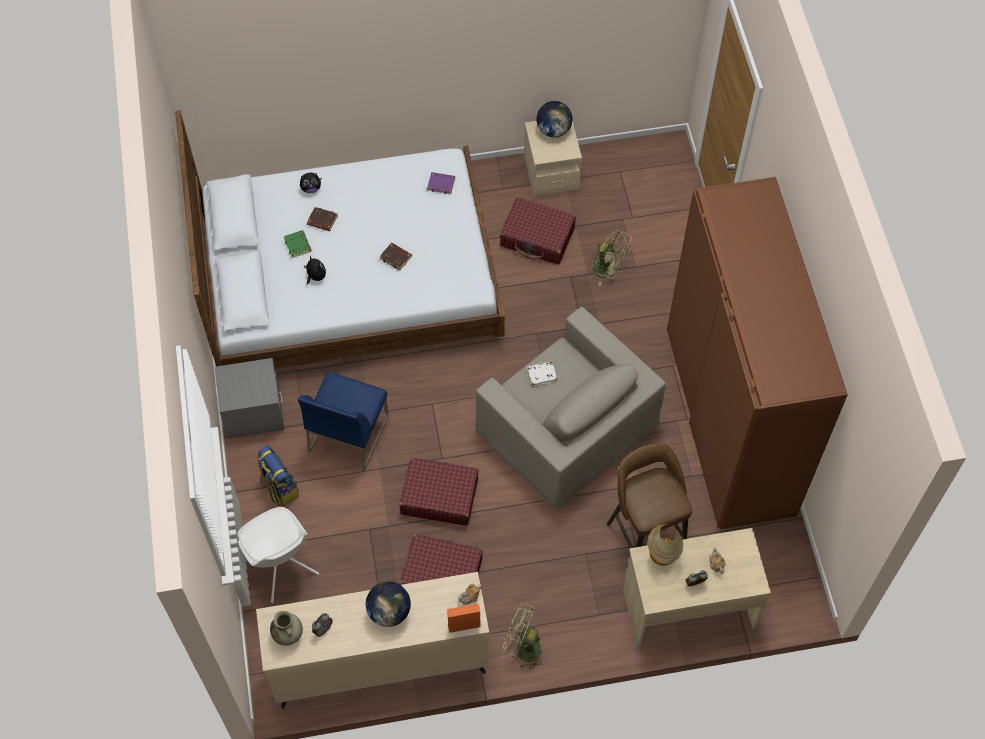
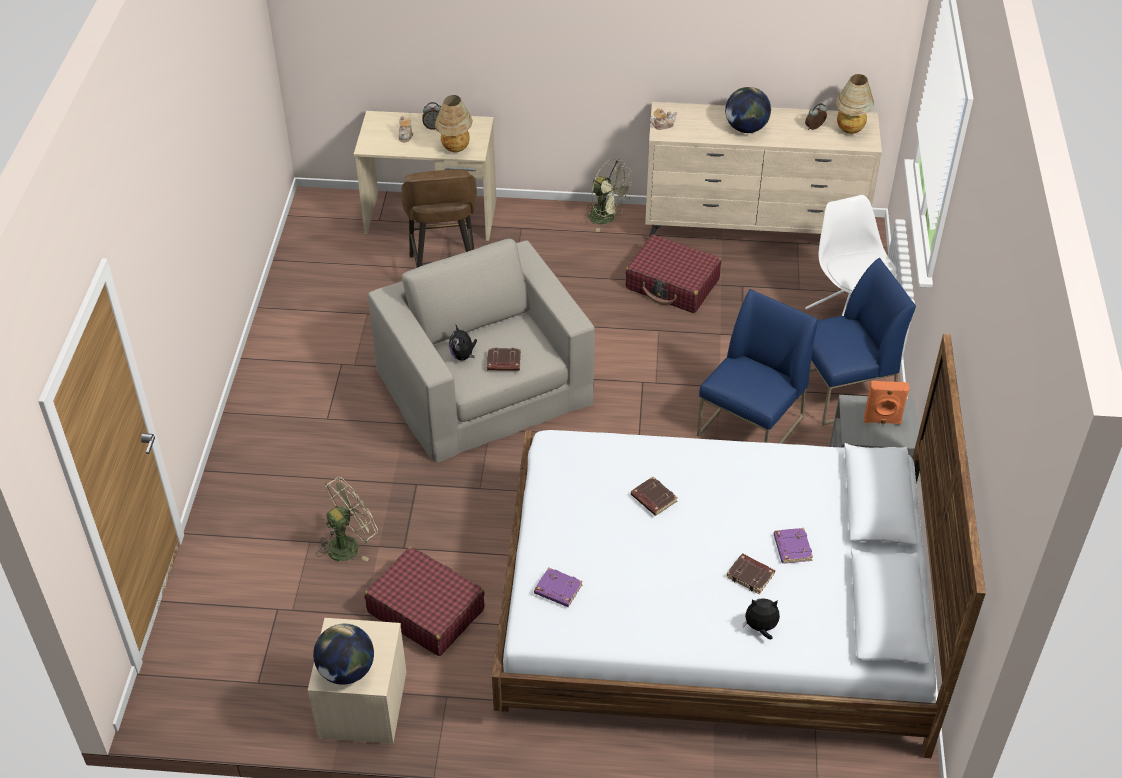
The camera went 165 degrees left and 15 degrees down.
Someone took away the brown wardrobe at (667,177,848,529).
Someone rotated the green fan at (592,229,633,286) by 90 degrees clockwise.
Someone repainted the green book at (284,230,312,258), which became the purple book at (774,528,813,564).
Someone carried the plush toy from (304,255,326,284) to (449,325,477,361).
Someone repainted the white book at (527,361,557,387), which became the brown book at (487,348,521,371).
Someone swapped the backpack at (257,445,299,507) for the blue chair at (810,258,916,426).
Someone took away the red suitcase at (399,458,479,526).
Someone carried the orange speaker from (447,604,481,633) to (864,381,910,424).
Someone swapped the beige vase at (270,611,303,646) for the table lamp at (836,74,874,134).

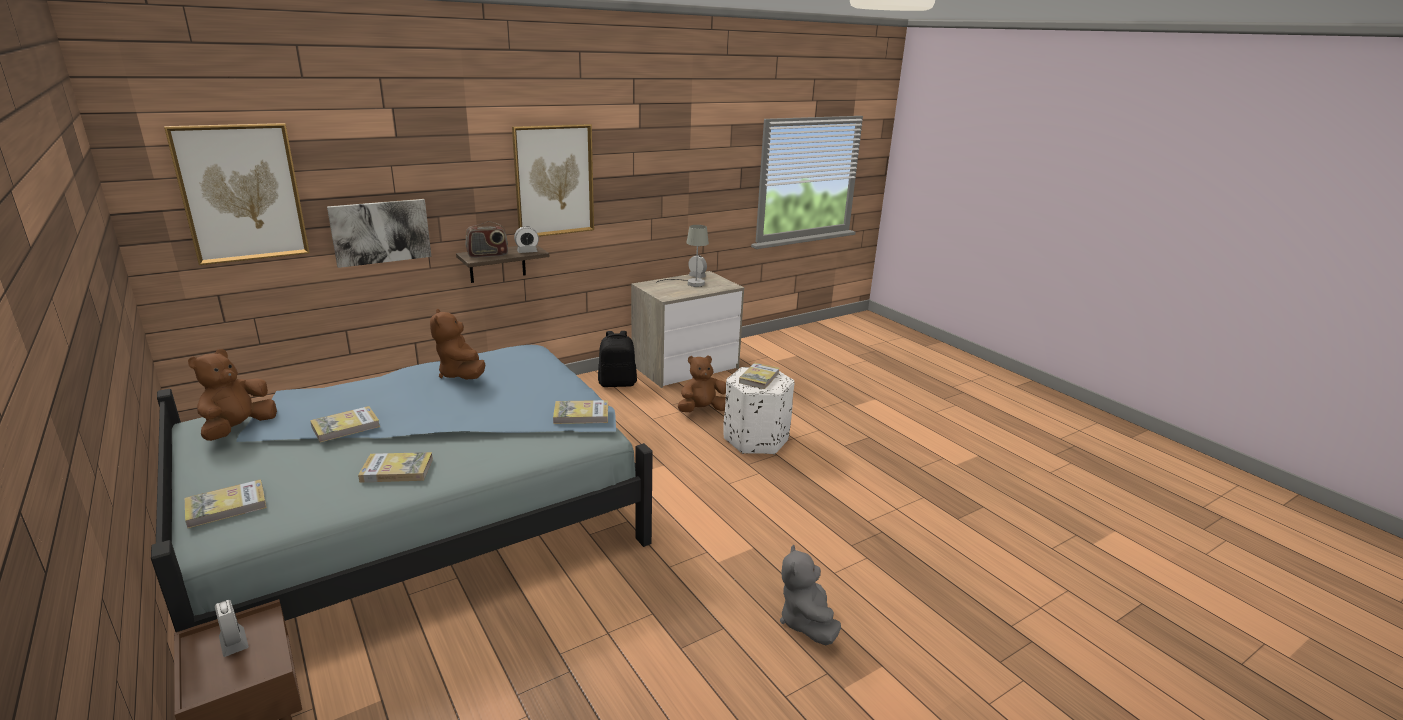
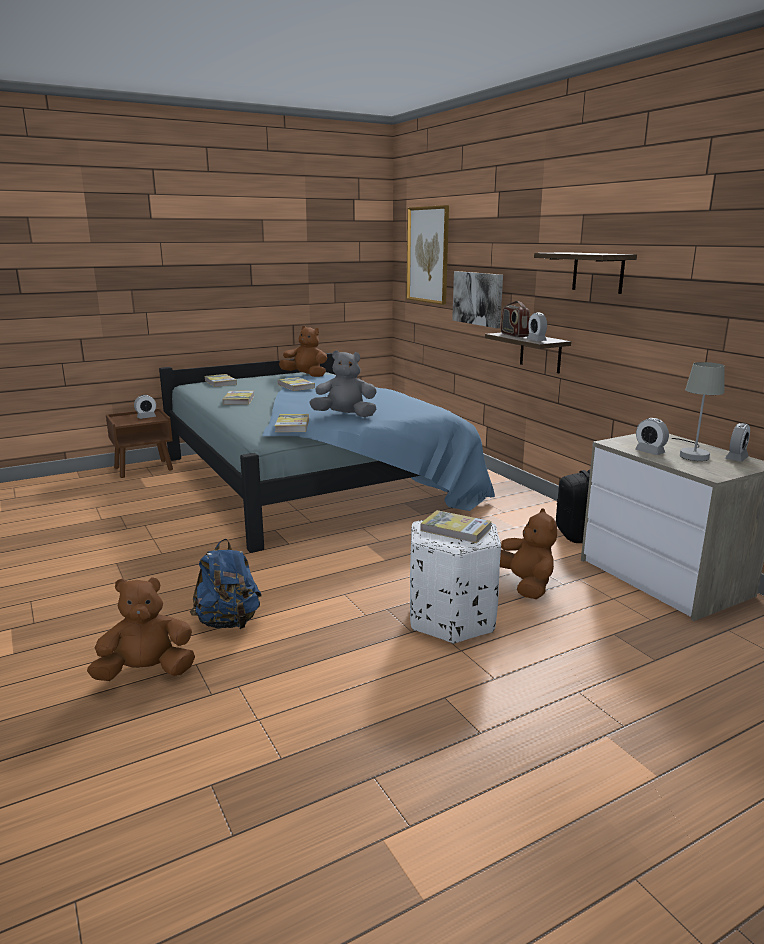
The camera went 95 degrees right and 5 degrees down.
Someone swapped the picture at (512,124,594,237) for the shelf at (534,252,637,294).
Someone carried the brown plush toy from (430,309,485,380) to (87,577,195,681).
Someone carried the grey plush toy from (780,544,841,645) to (309,350,377,417).
Someone put down the alarm clock at (635,418,669,455).
Someone put down the blue backpack at (190,539,262,629).

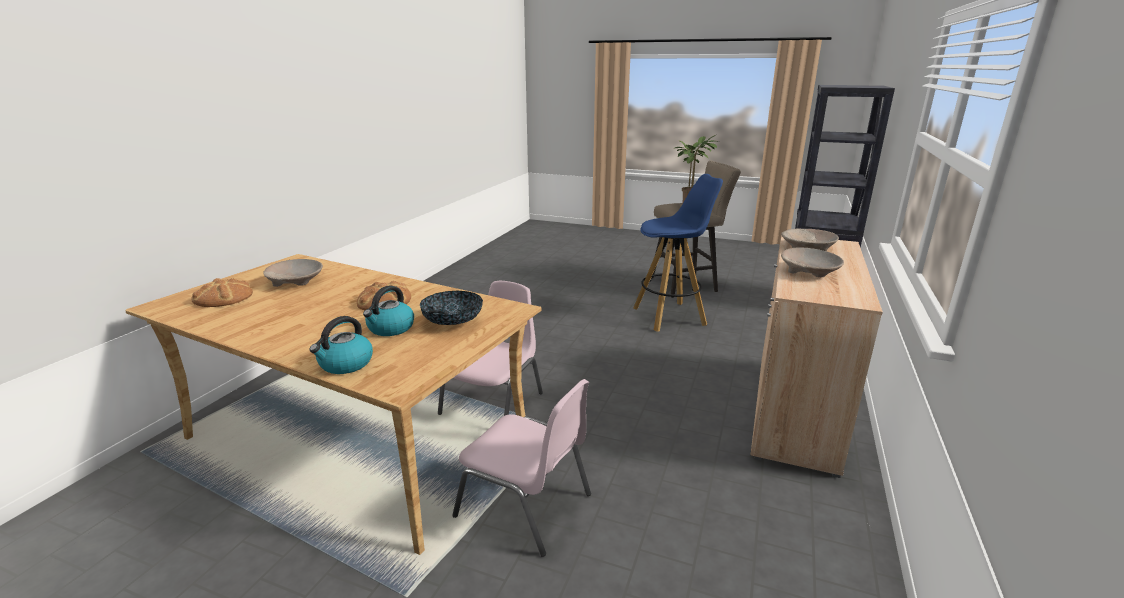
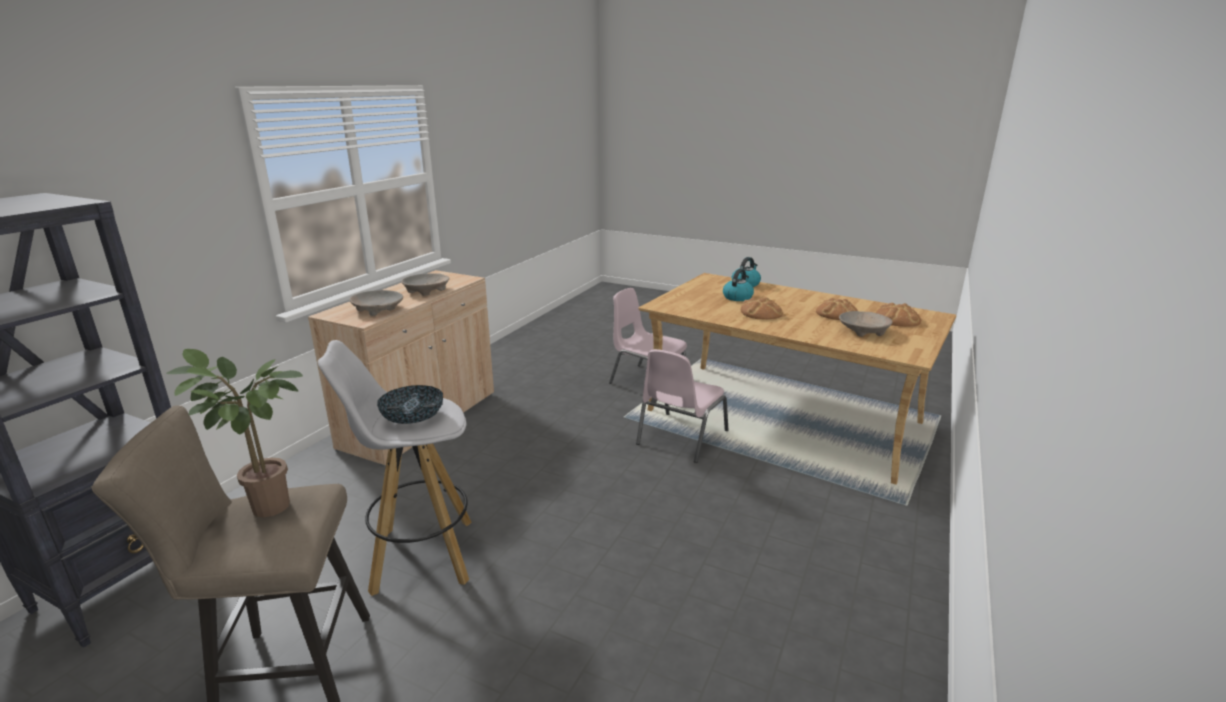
The camera went 175 degrees left and 0 degrees up.
Someone repainted the blue stool at (633,174,723,332), which became the white stool at (318,340,472,596).
Someone carried the bowl from (420,291,483,325) to (377,385,443,424).
Someone put down the bread at (816,298,858,320).

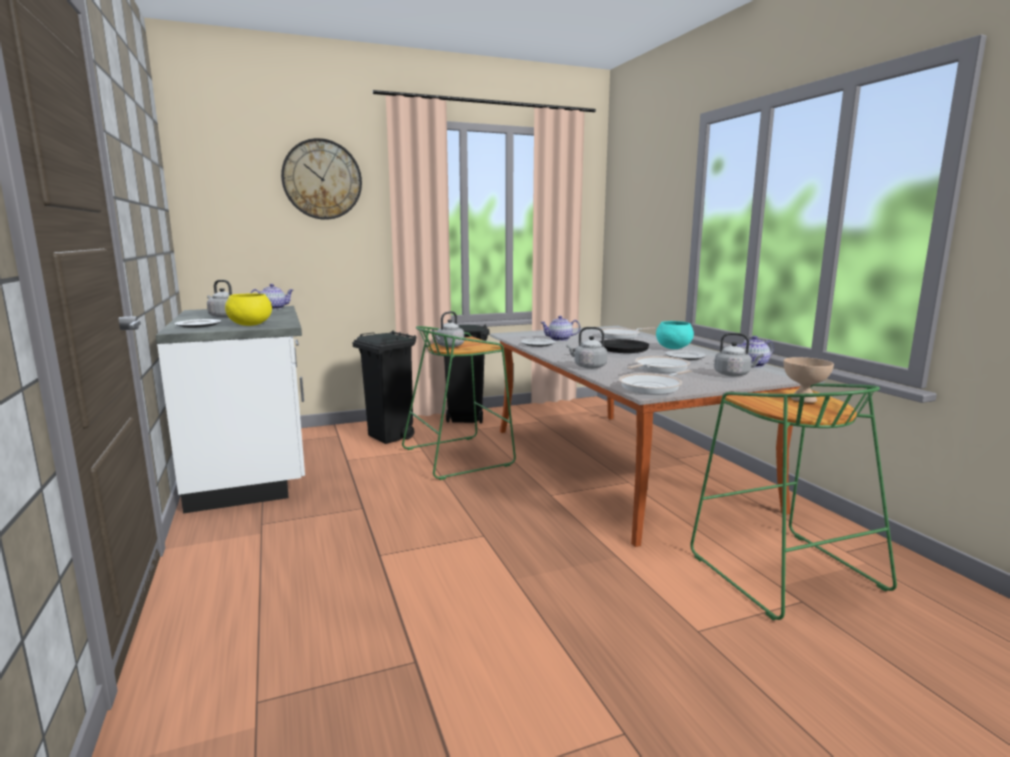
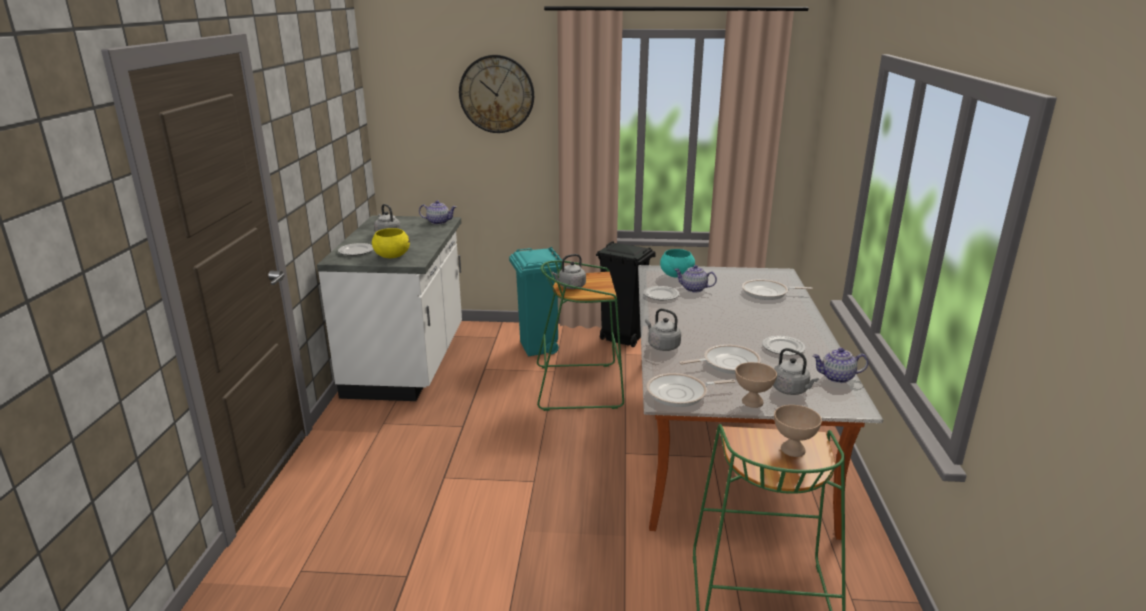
The camera went 25 degrees right and 10 degrees up.
Someone carried the turquoise bowl from (656,321,694,349) to (660,249,695,278).
Someone repainted the black trash can at (352,331,417,444), which became the turquoise trash can at (509,247,562,356).
Someone took away the black frying pan at (569,339,649,353).
Someone put down the beige bowl at (735,362,777,408).

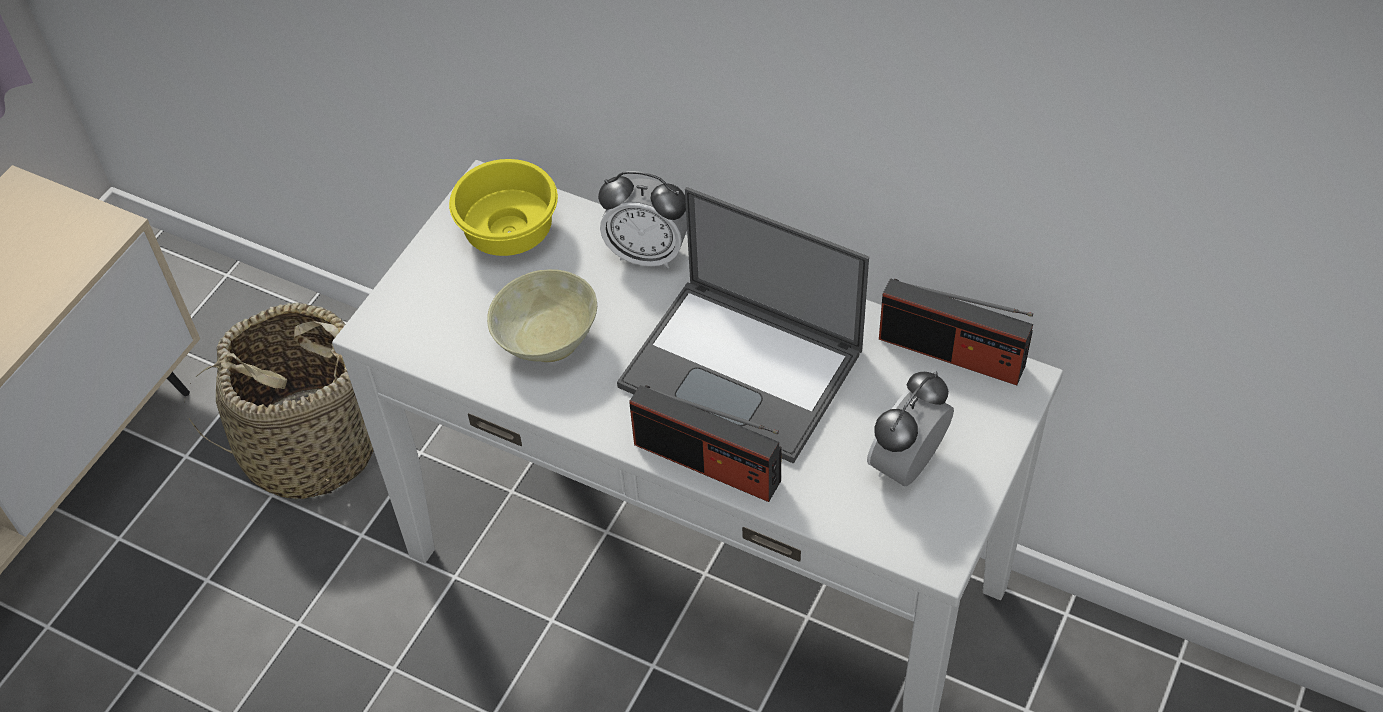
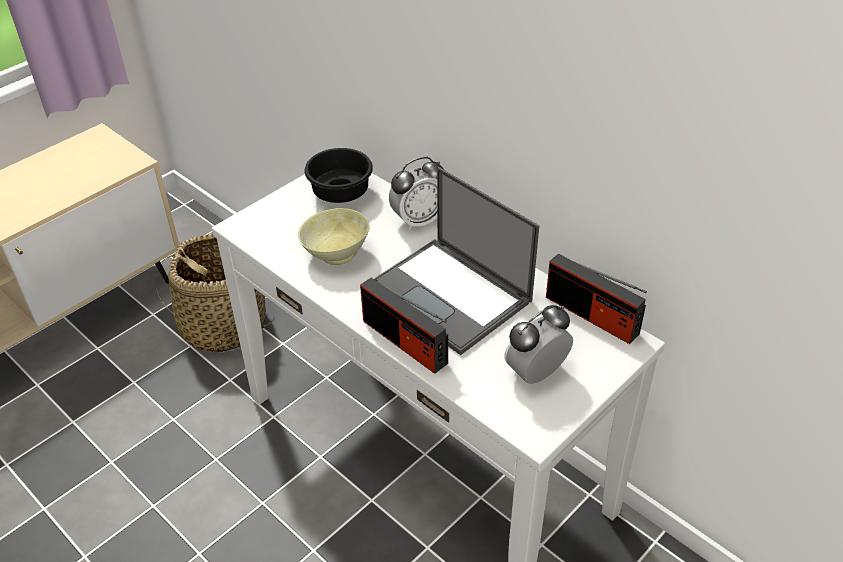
The camera went 15 degrees right and 10 degrees down.
Someone repainted the yellow bowl at (449,159,558,256), which became the black bowl at (304,148,373,203).
Someone rotated the alarm clock at (598,171,687,268) by 60 degrees counterclockwise.

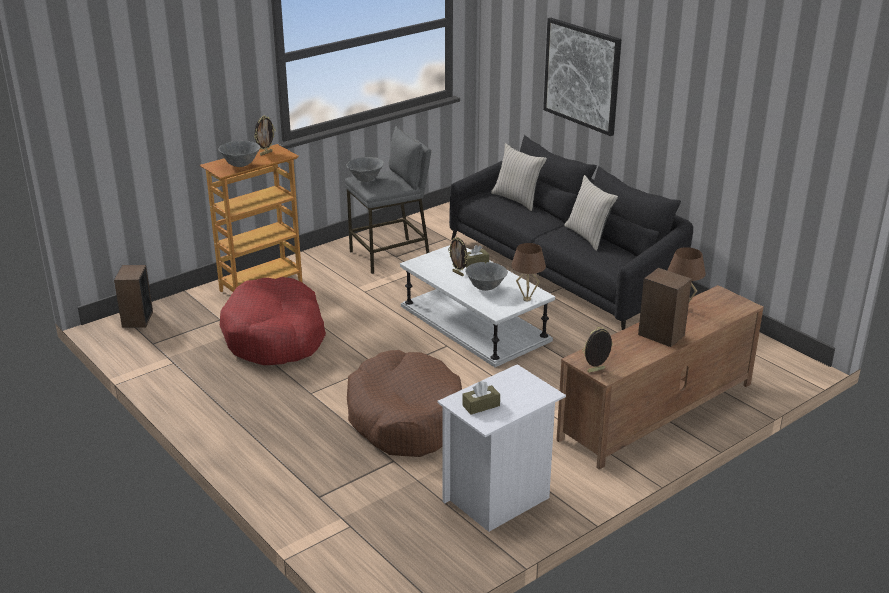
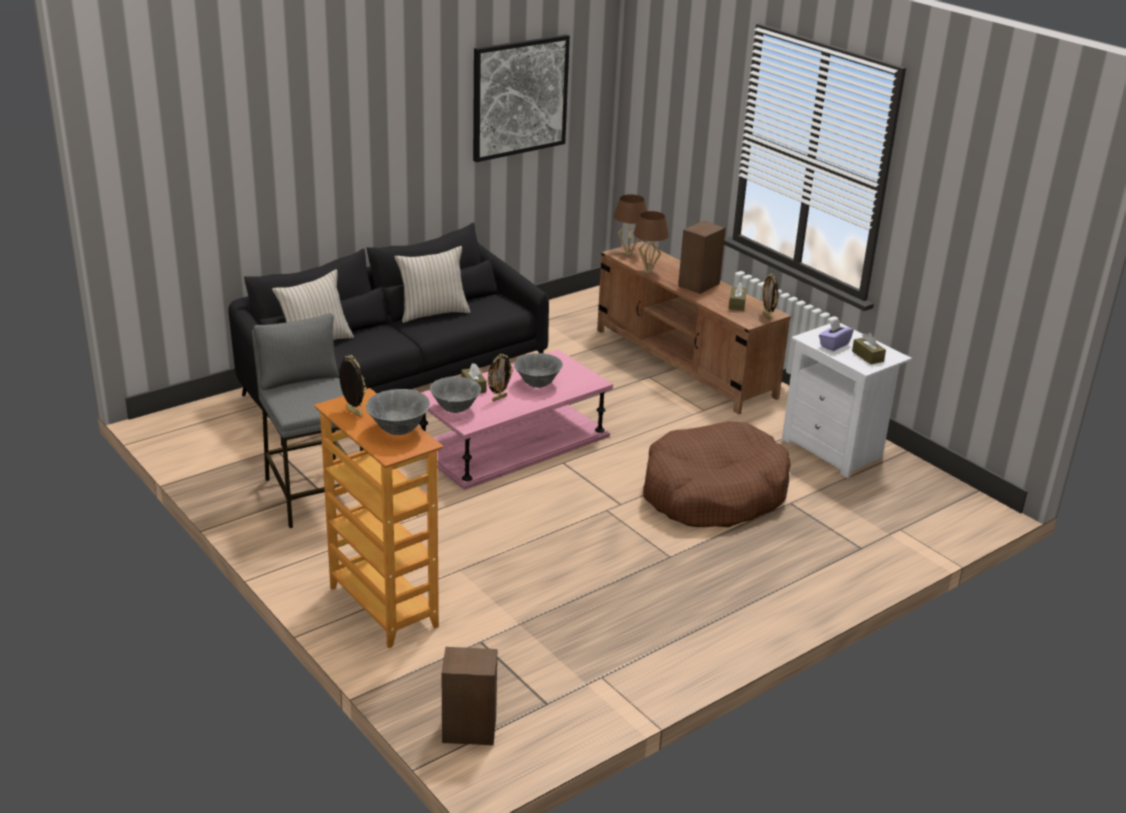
The camera went 90 degrees left and 0 degrees up.
Someone carried the picture from (543,18,621,136) to (473,34,570,162).
Someone carried the grey bowl from (346,157,384,182) to (430,376,481,413).
Someone carried the brown table lamp from (511,243,546,301) to (614,194,647,255).
Someone repainted the white coffee table at (400,245,555,367), which became the pink coffee table at (419,350,613,490).
Someone took away the red dog bed at (220,277,326,365).
Someone put down the brown tissue box at (729,282,747,311).
Someone put down the purple tissue box at (819,320,854,351).

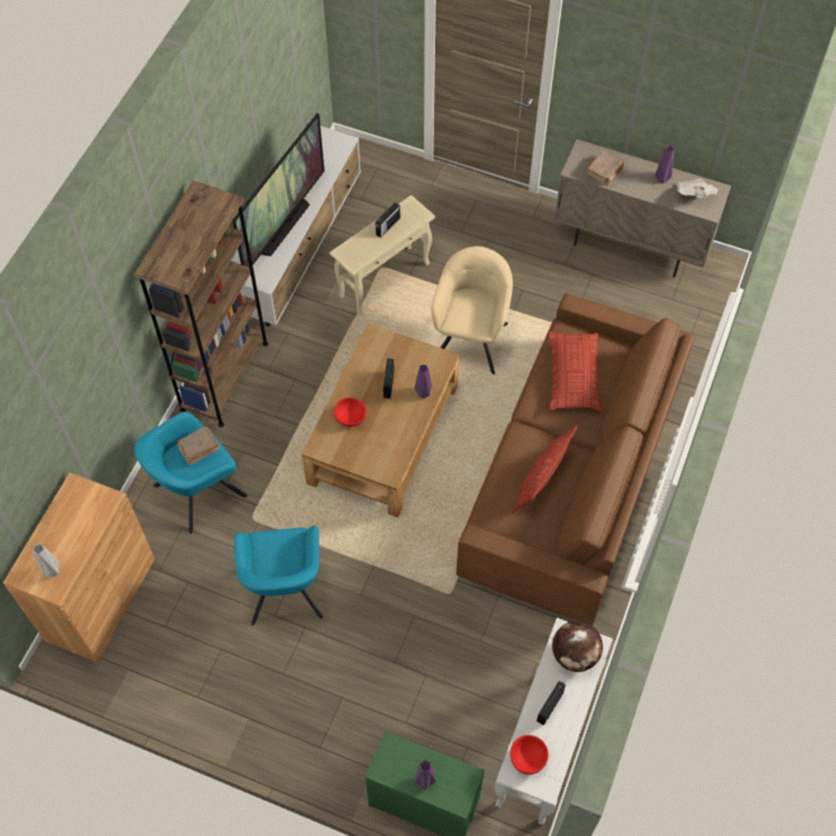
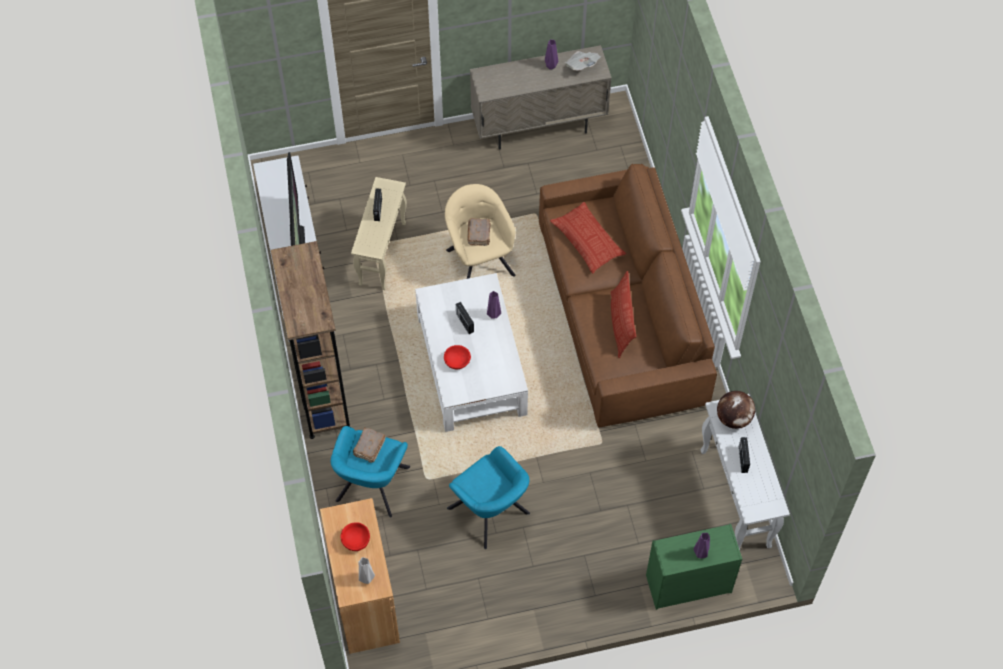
The camera went 35 degrees left and 0 degrees up.
Someone carried the brown book from (587,150,624,186) to (467,218,491,246).
Someone repainted the brown coffee table at (301,323,459,518), which became the white coffee table at (415,273,528,432).
Someone carried the red bowl from (510,735,548,774) to (340,522,370,551).

